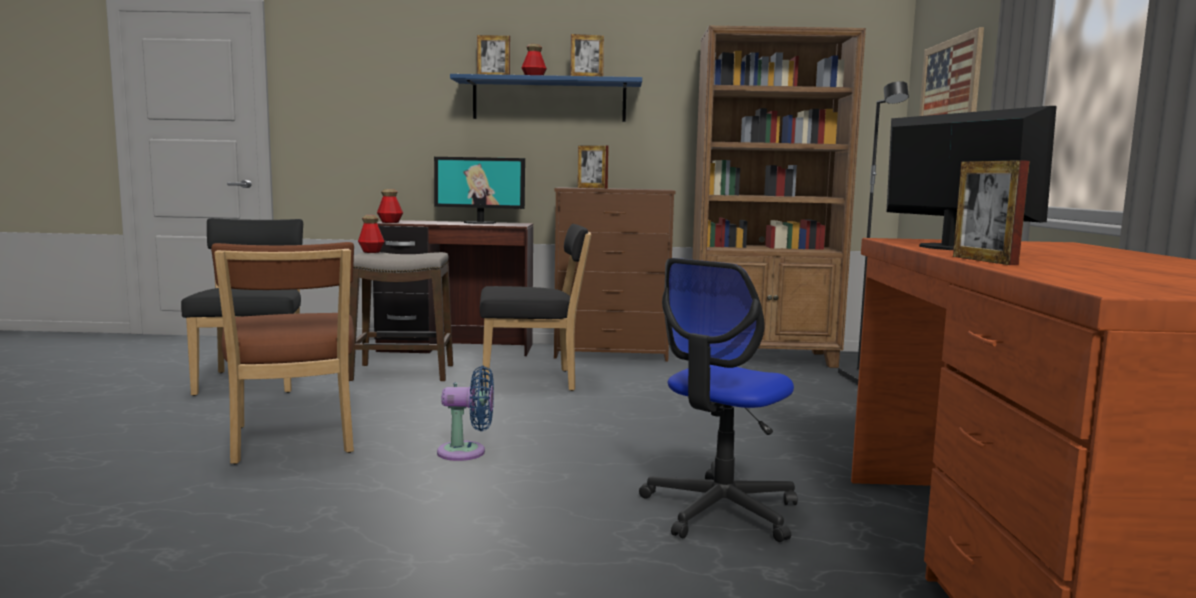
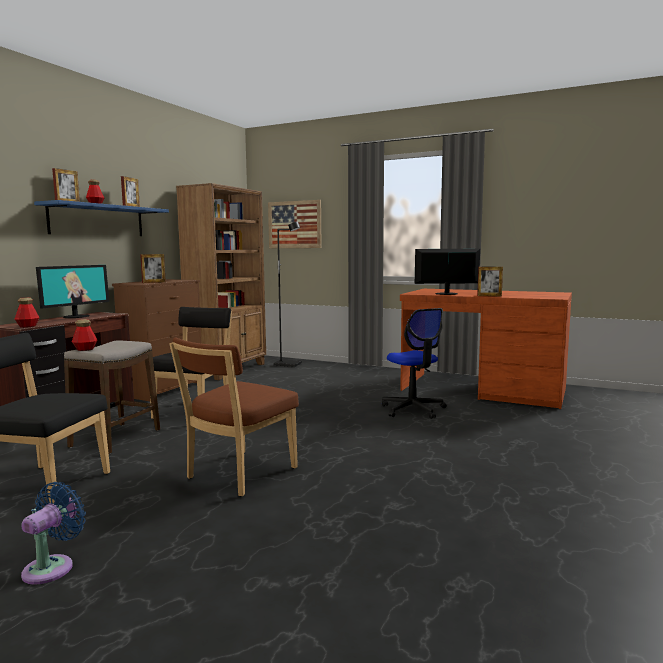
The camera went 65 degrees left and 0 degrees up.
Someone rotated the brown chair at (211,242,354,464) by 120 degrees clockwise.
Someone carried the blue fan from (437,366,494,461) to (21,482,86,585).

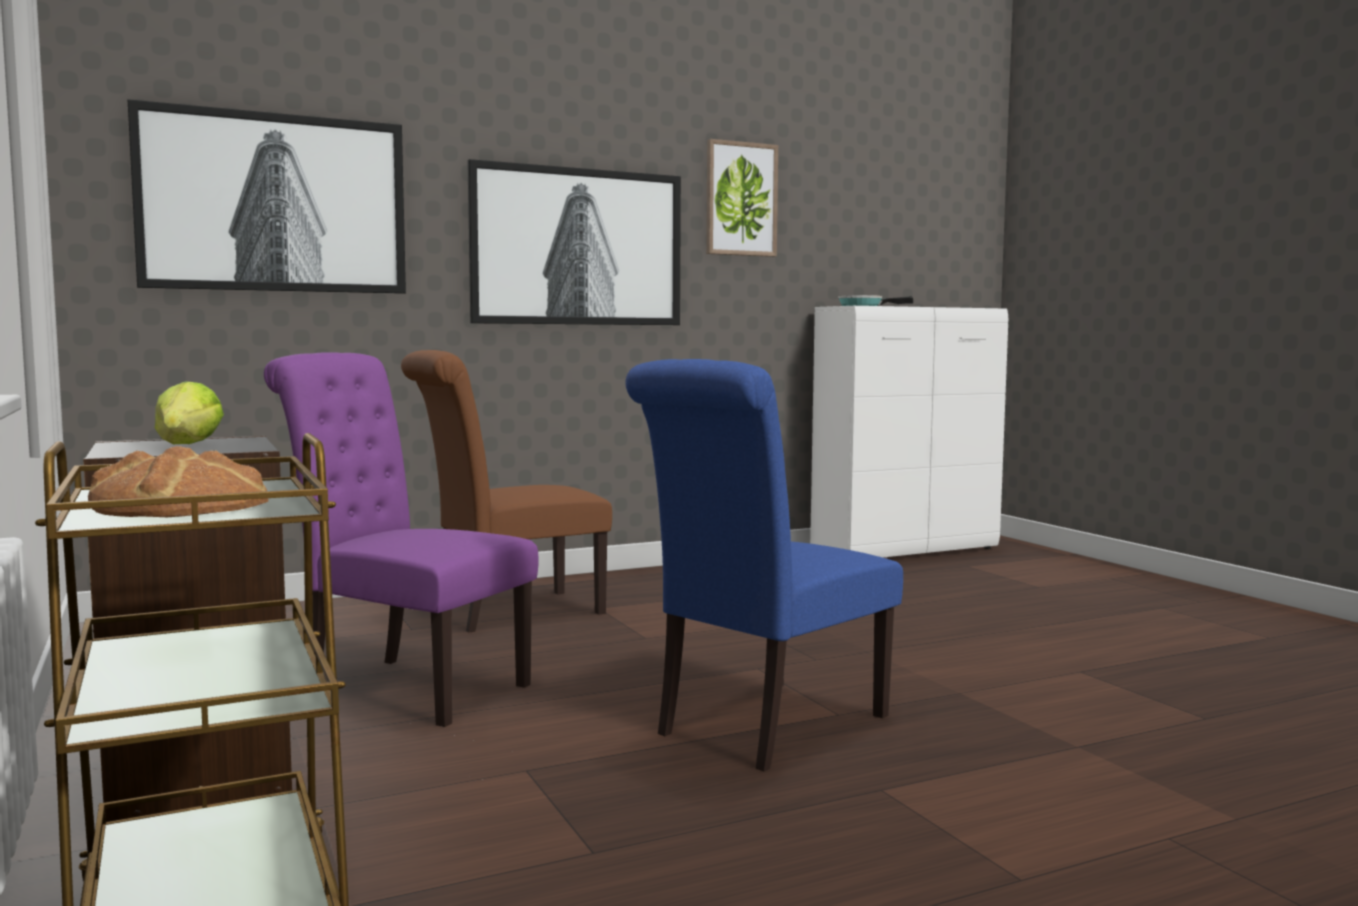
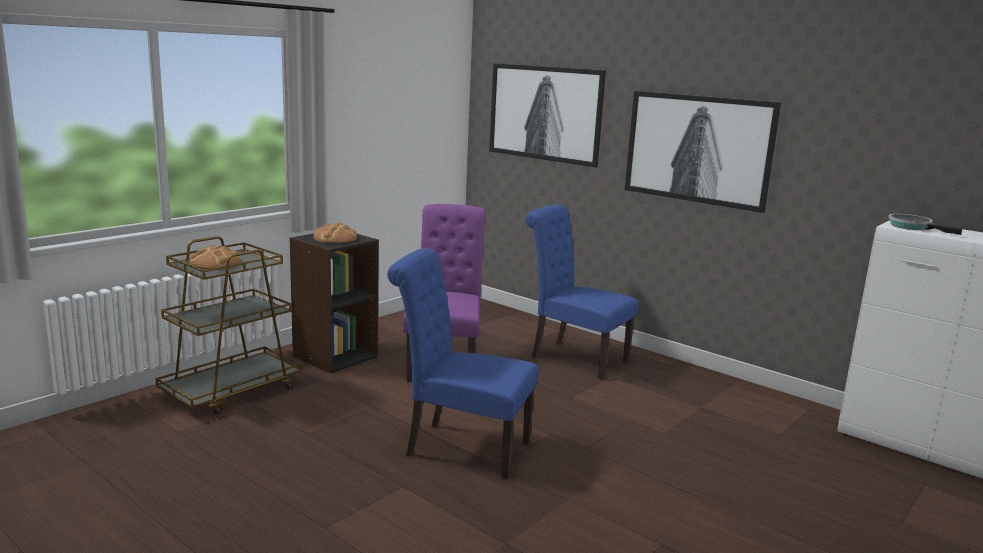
The camera went 65 degrees right and 10 degrees up.
Someone took away the picture at (706,139,778,257).
Someone repainted the brown chair at (401,350,612,633), which became the blue chair at (525,205,639,380).
Someone swapped the lettuce at (155,381,224,444) for the bread at (313,222,357,243).

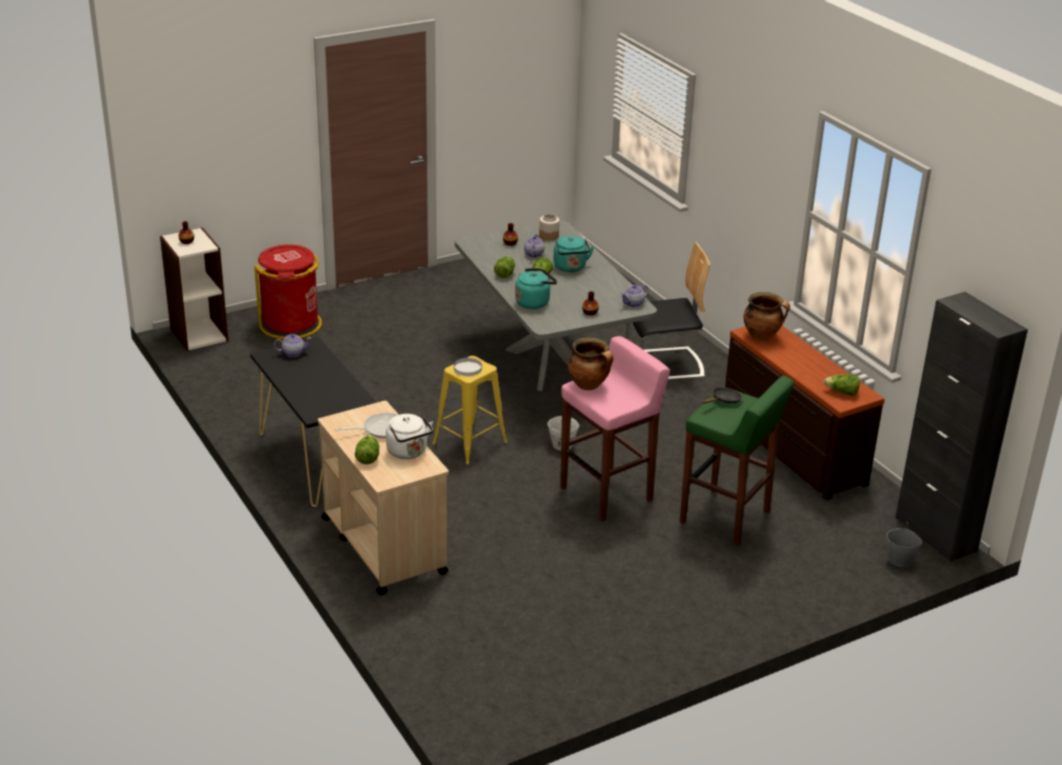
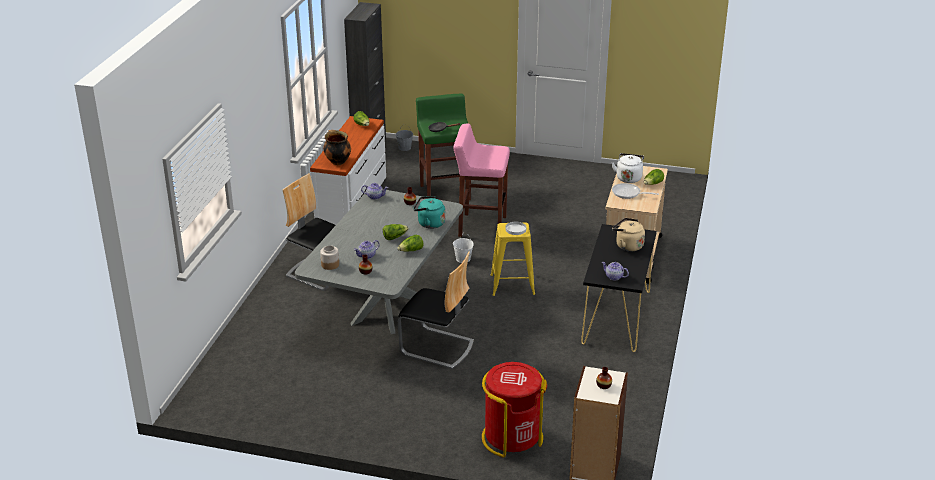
The camera went 135 degrees left and 0 degrees up.
Someone took away the turquoise kettle at (553,236,594,272).
Someone repainted the brown dresser at (725,326,885,500), which became the white dresser at (310,116,386,225).
Someone took away the cooking pot at (568,337,613,390).
Someone put down the beige kettle at (612,218,645,252).
Someone put down the chair at (398,252,474,369).

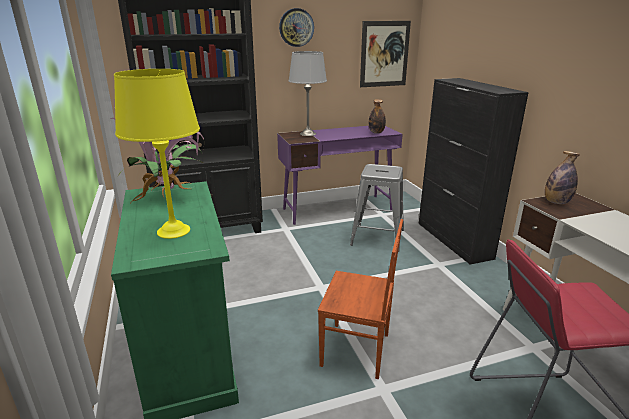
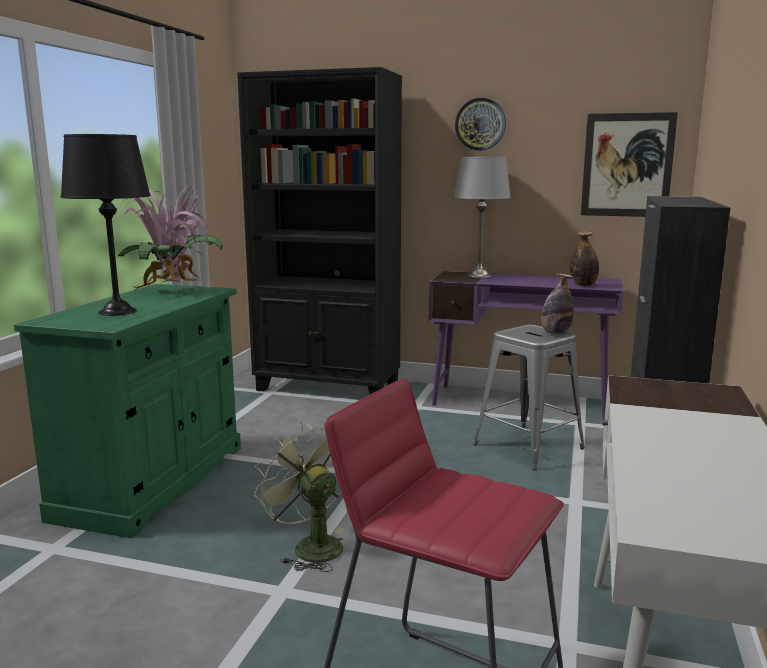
The camera went 35 degrees right and 10 degrees down.
Someone repainted the yellow table lamp at (114,69,200,239), which became the black table lamp at (61,134,151,316).
Someone carried the bottle from (545,151,580,204) to (541,273,574,335).
Someone swapped the brown chair at (318,219,403,379) for the green fan at (254,421,344,572).

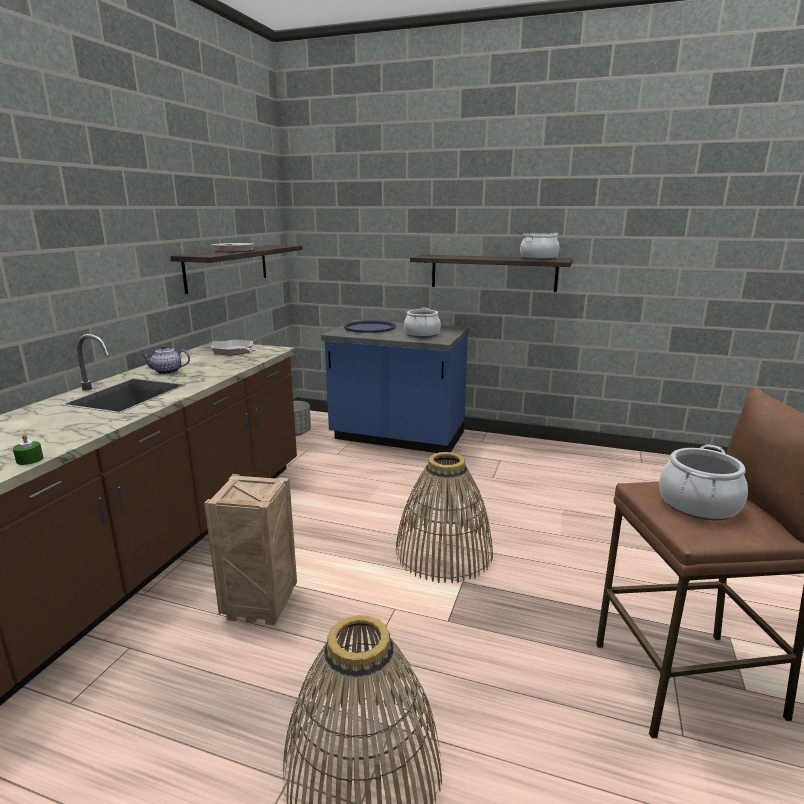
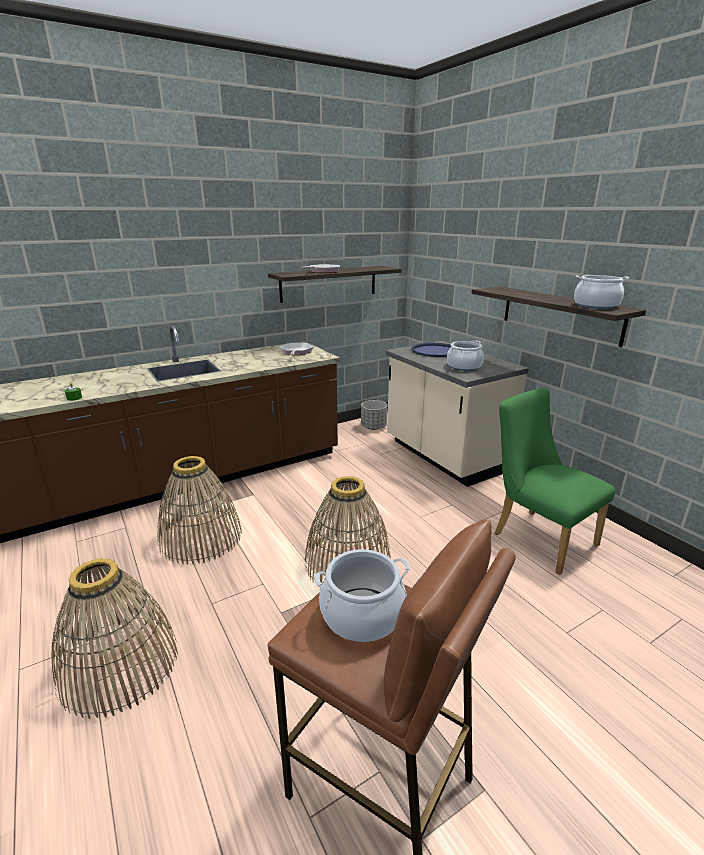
The camera went 40 degrees right and 5 degrees up.
Someone repainted the blue counter at (321,320,469,453), which became the beige counter at (385,341,529,487).
Someone took away the teapot at (141,345,190,374).
Someone swapped the crate at (204,474,297,625) for the basket at (157,456,242,565).
Someone put down the green chair at (494,388,615,575).

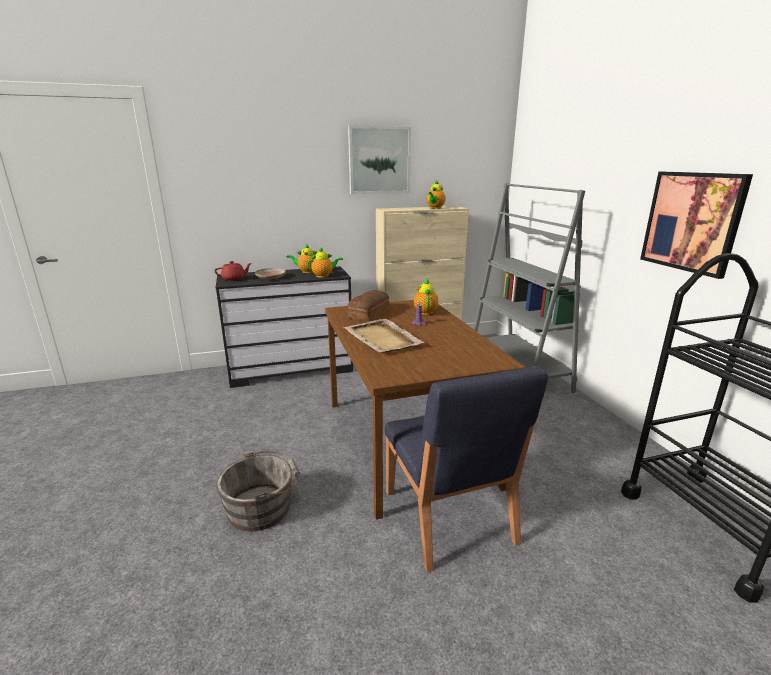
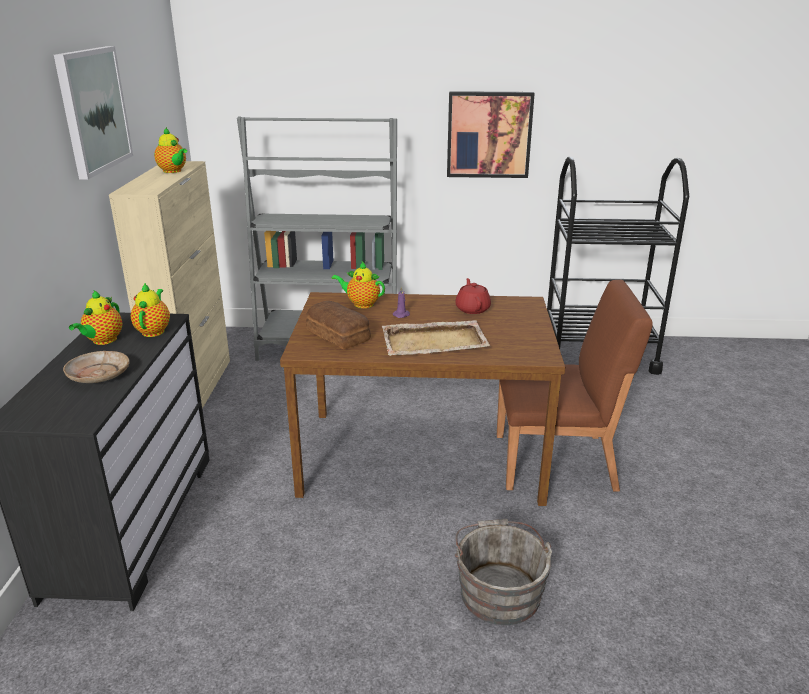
The camera went 70 degrees left and 5 degrees up.
Someone carried the red teapot from (214,261,252,281) to (455,278,491,314).
Someone repainted the blue chair at (385,366,548,573), which became the brown chair at (497,280,653,491).

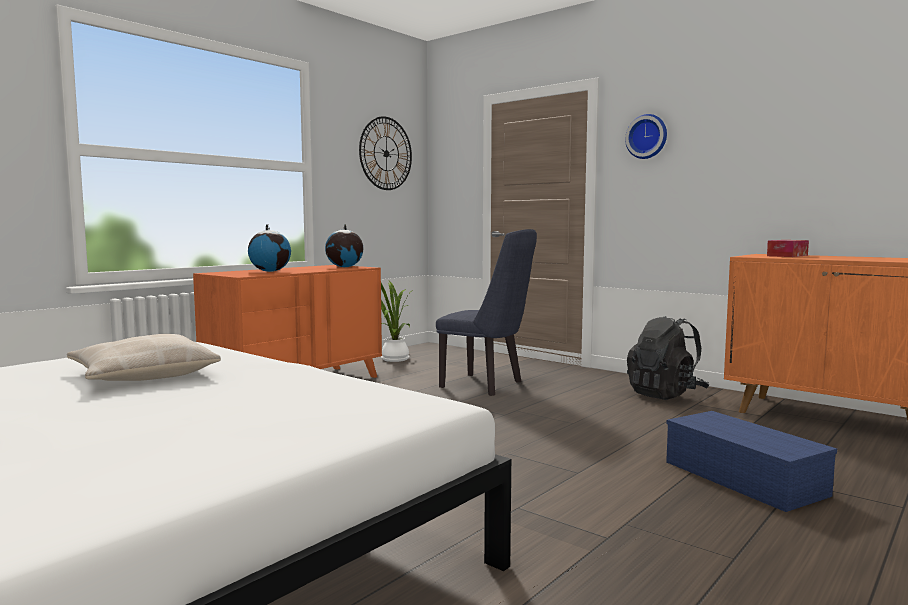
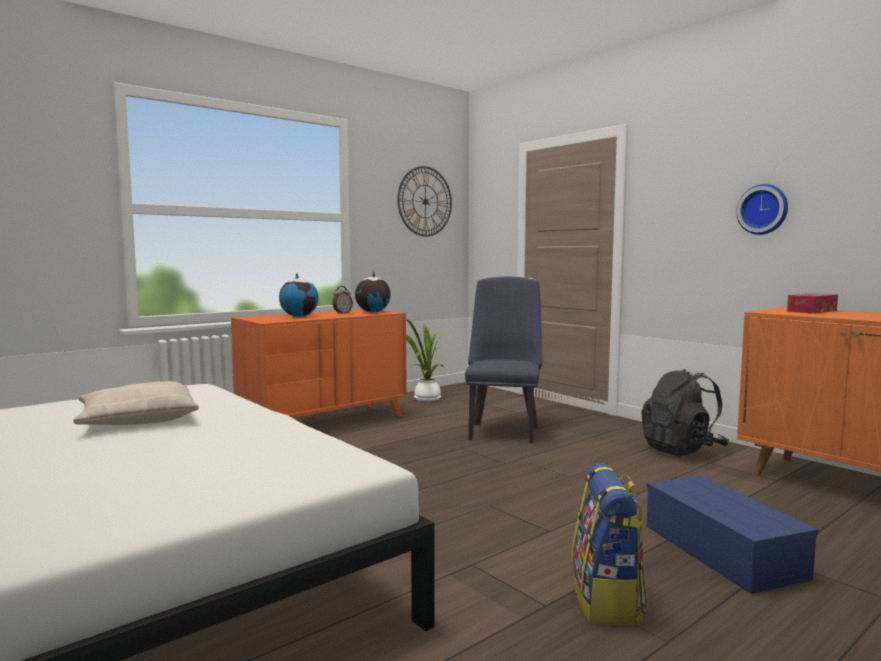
The camera went 10 degrees right and 0 degrees up.
Someone carried the wall clock from (625,114,667,159) to (736,184,788,235).
Someone rotated the blue chair at (436,229,537,396) by 120 degrees counterclockwise.
Someone put down the alarm clock at (333,286,353,314).
Someone put down the backpack at (571,464,648,626).

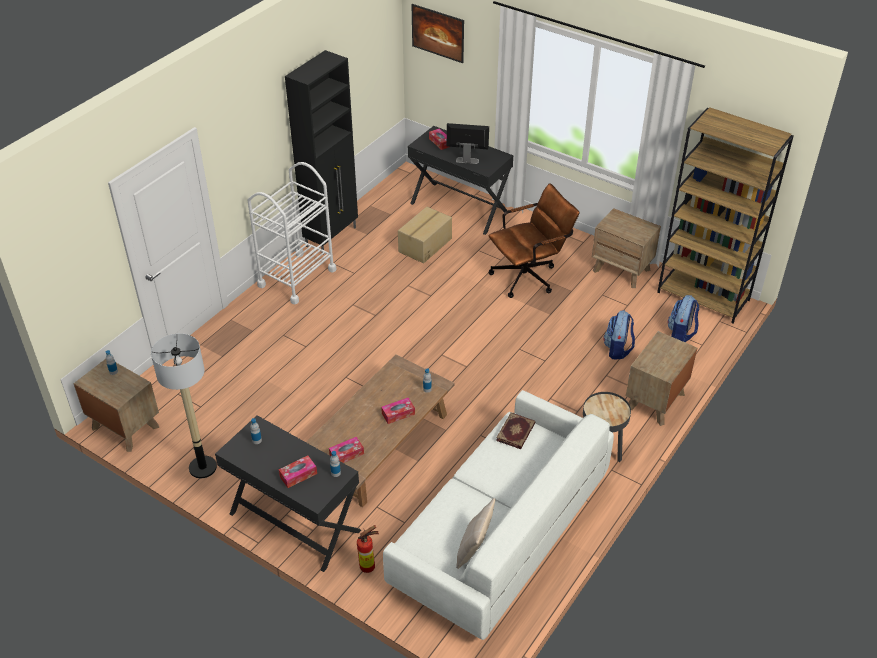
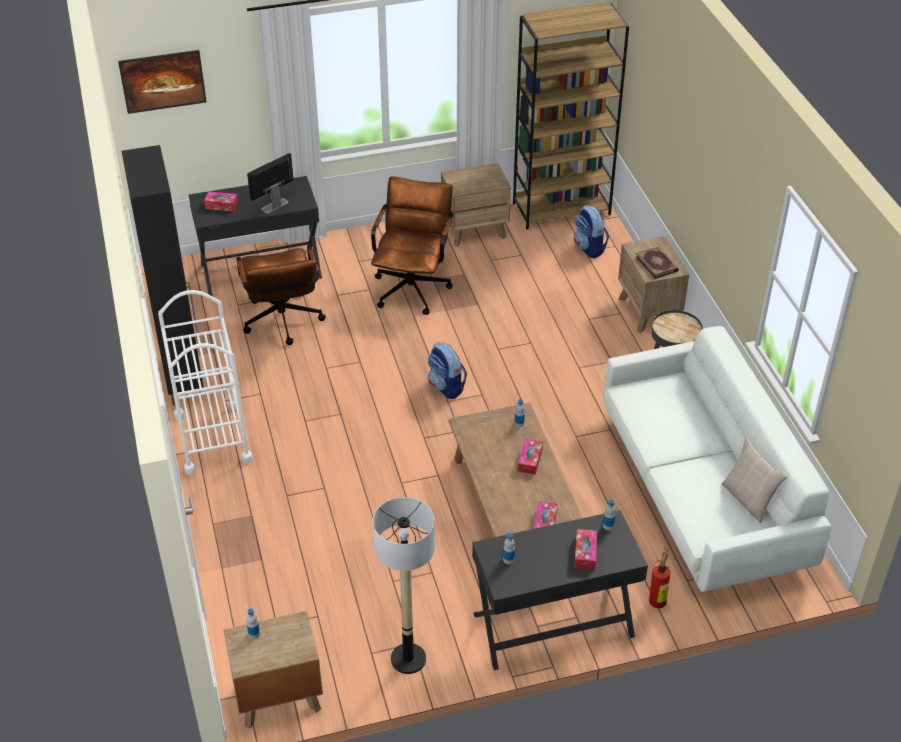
The camera went 50 degrees left and 0 degrees up.
Someone swapped the cardboard box at (398,207,452,263) for the brown office chair at (236,245,326,345).
Someone carried the backpack from (603,310,635,359) to (428,342,467,399).
Someone carried the book from (496,412,536,449) to (636,247,679,279).

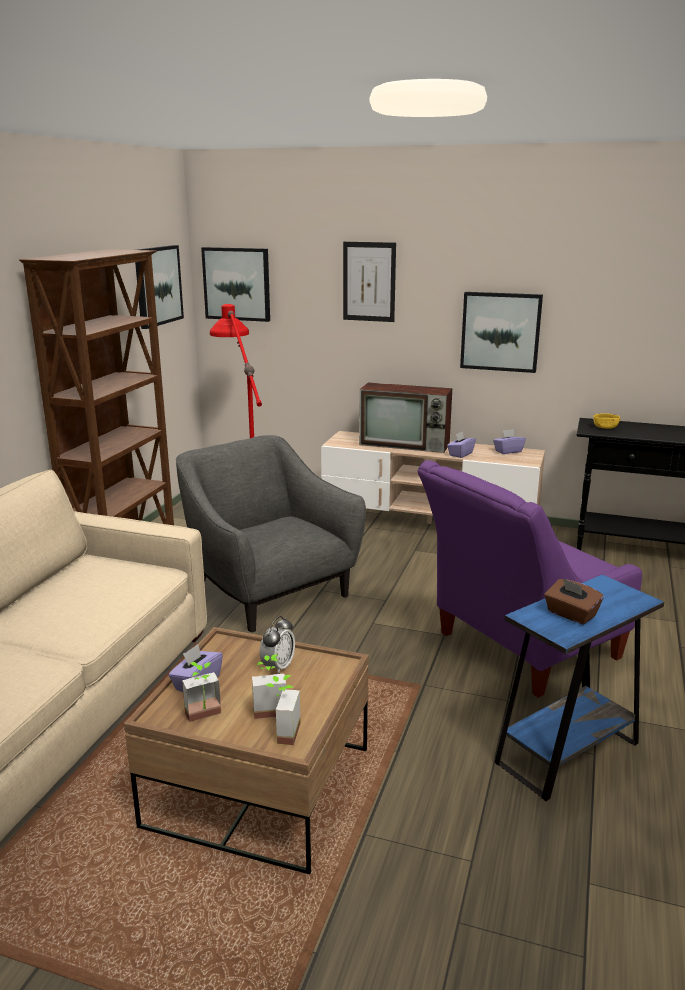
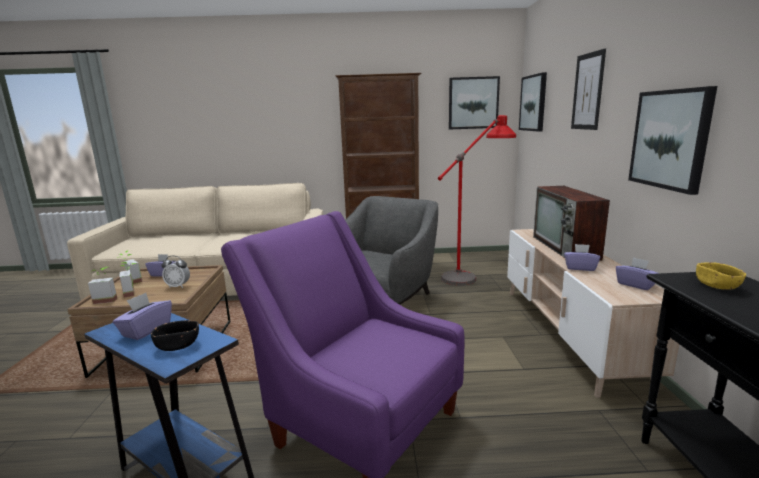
The camera went 70 degrees right and 5 degrees down.
Someone repainted the brown tissue box at (544,578,604,625), which became the purple tissue box at (113,293,172,340).
Someone put down the black bowl at (151,320,199,351).

